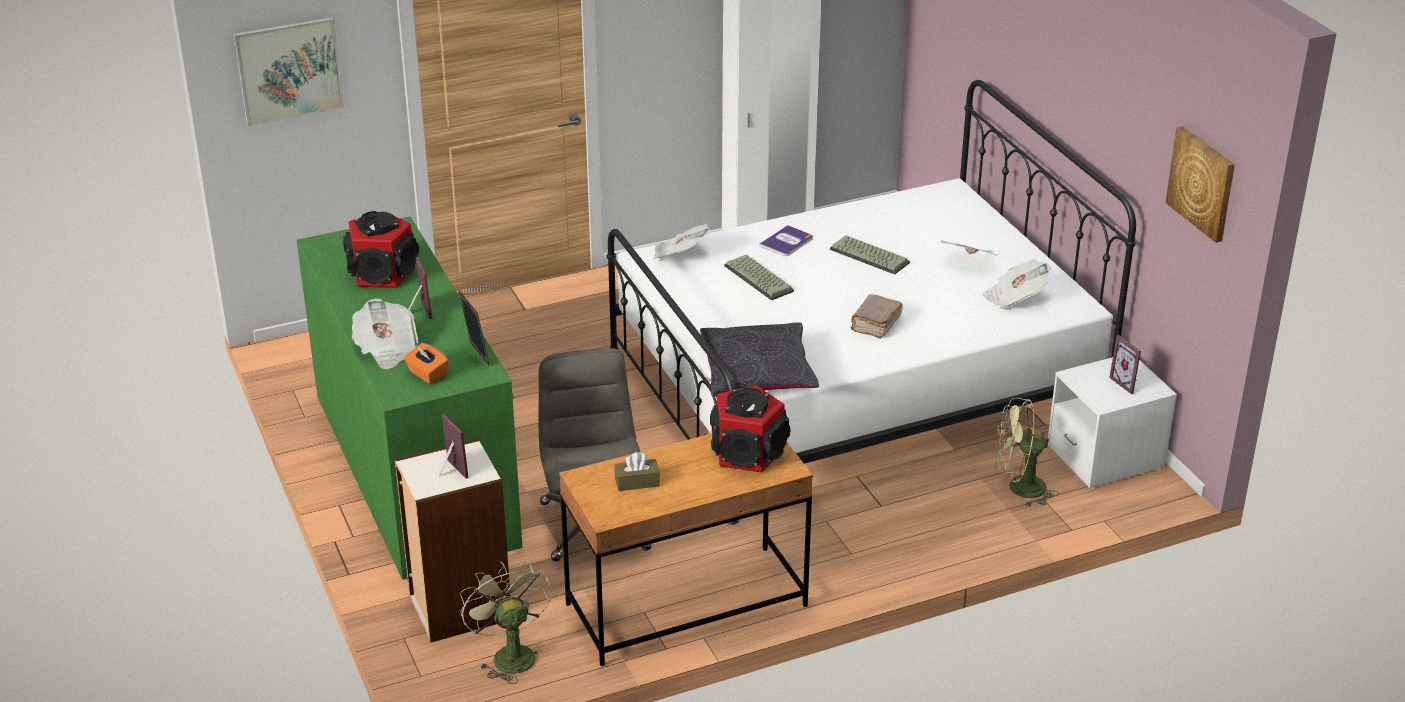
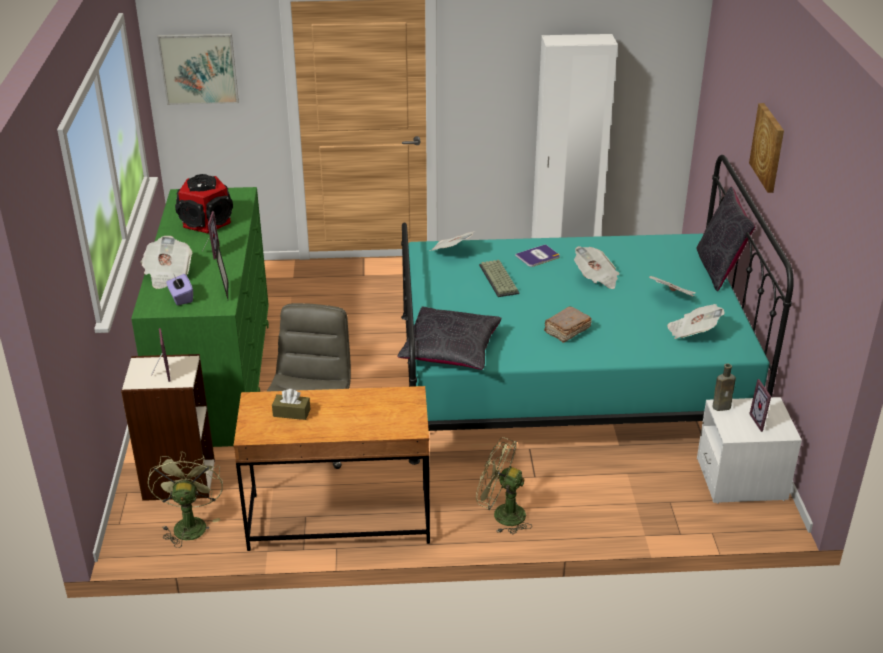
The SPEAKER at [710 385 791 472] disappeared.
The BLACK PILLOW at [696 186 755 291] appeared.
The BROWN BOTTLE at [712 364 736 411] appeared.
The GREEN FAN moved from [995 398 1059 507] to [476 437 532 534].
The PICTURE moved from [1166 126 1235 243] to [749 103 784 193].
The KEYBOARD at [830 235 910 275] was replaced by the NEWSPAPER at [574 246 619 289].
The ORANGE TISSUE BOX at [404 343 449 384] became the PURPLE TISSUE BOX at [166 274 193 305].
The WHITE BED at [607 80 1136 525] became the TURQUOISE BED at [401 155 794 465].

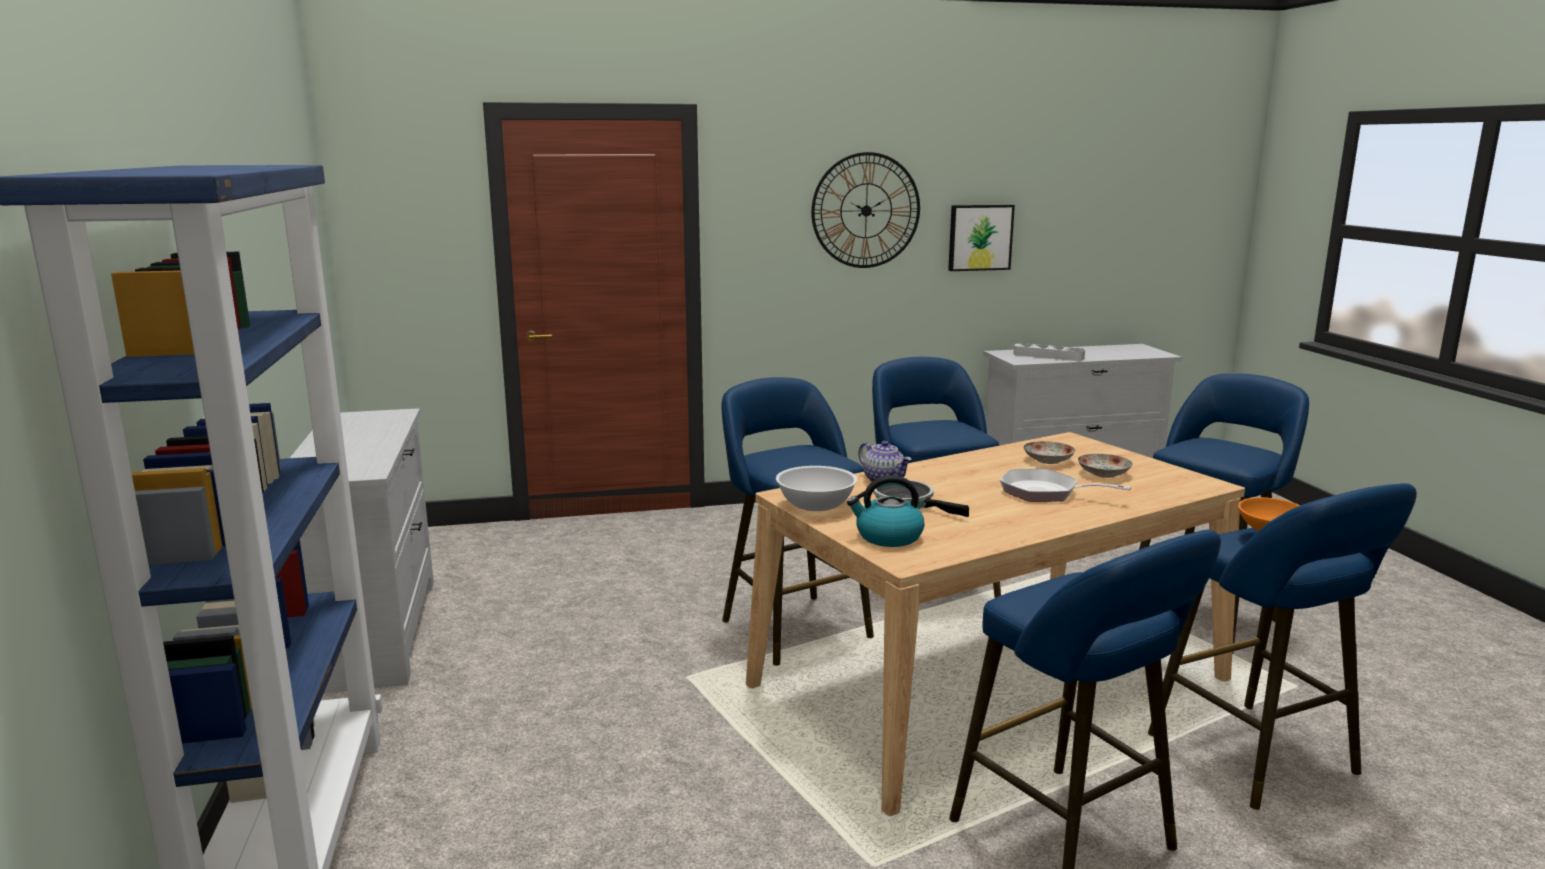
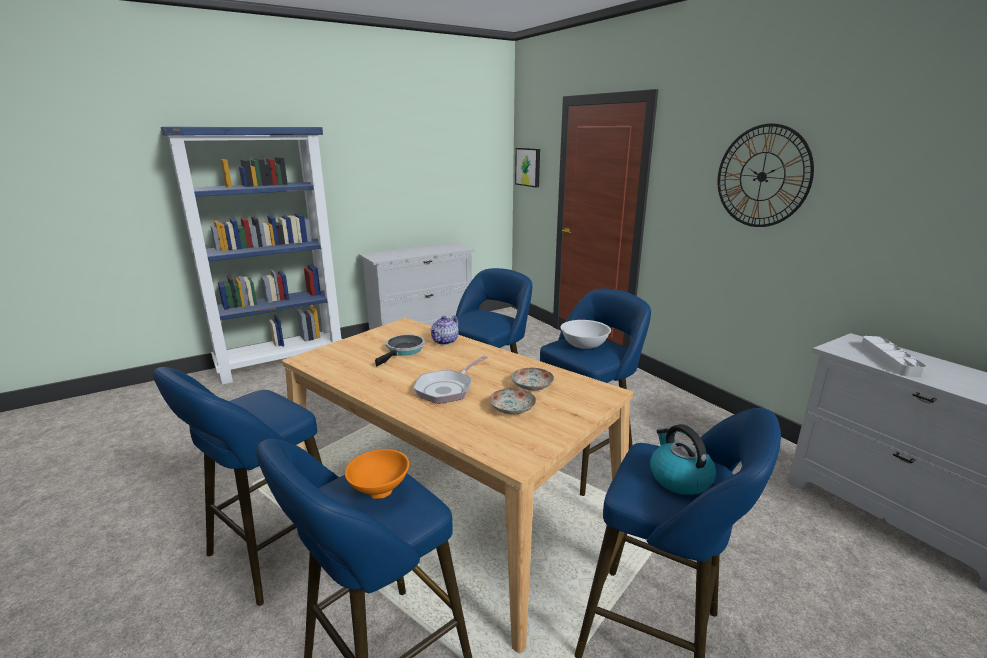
The WHITE BOWL moved from [776 466 857 511] to [560 320 611 349].
The KETTLE moved from [847 475 924 547] to [650 424 716 495].
The PICTURE moved from [948 205 1015 271] to [515 148 540 187].
The FRYING PAN at [1000 469 1131 502] turned 150 degrees counterclockwise.

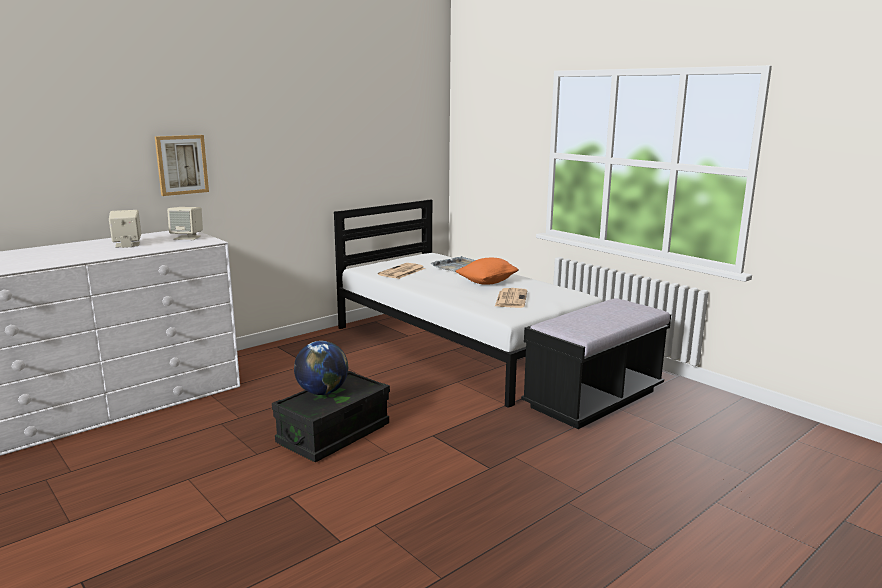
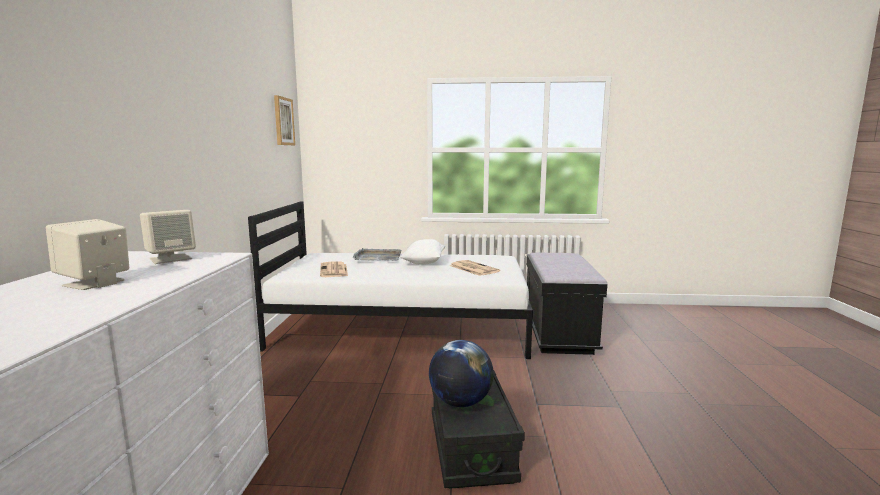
The PICTURE moved from [155 135 209 196] to [274 95 295 145].
The ORANGE PILLOW at [456 258 519 285] became the WHITE PILLOW at [400 239 445 265].

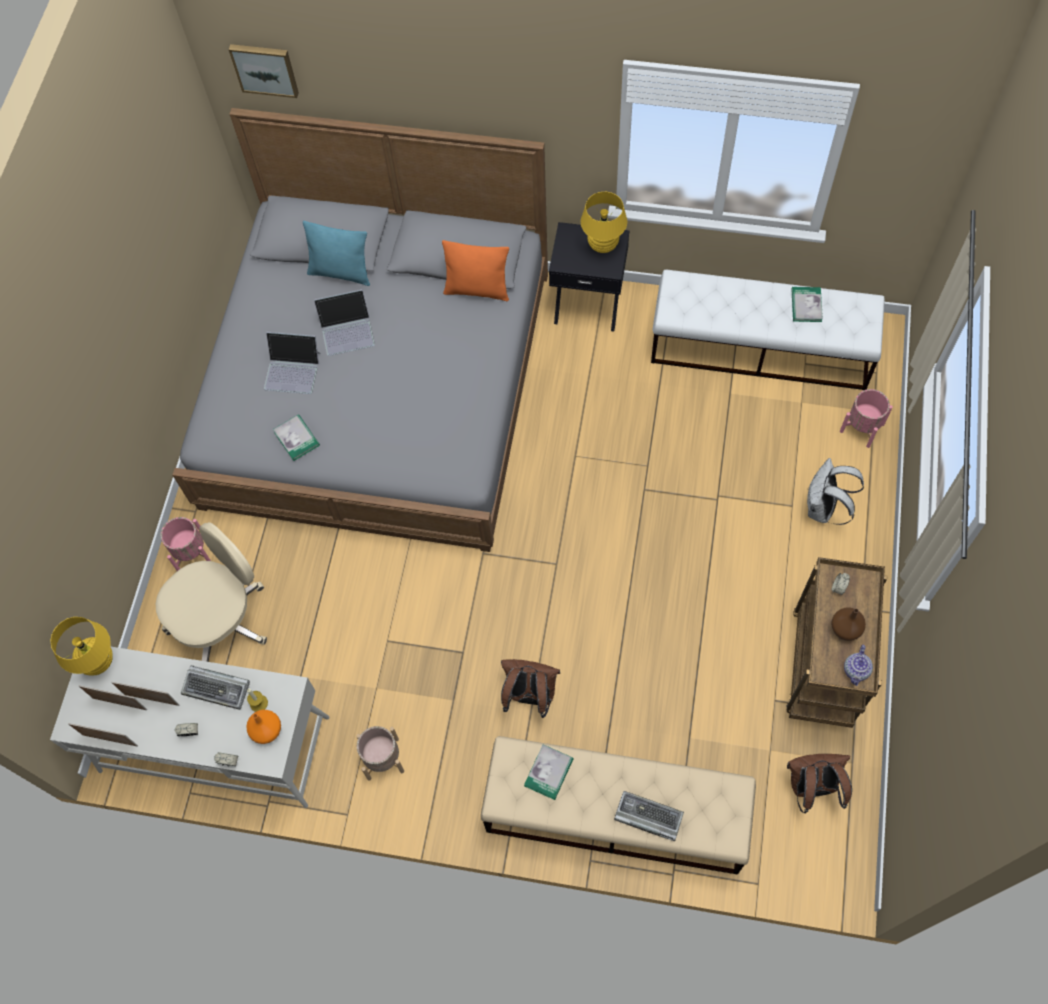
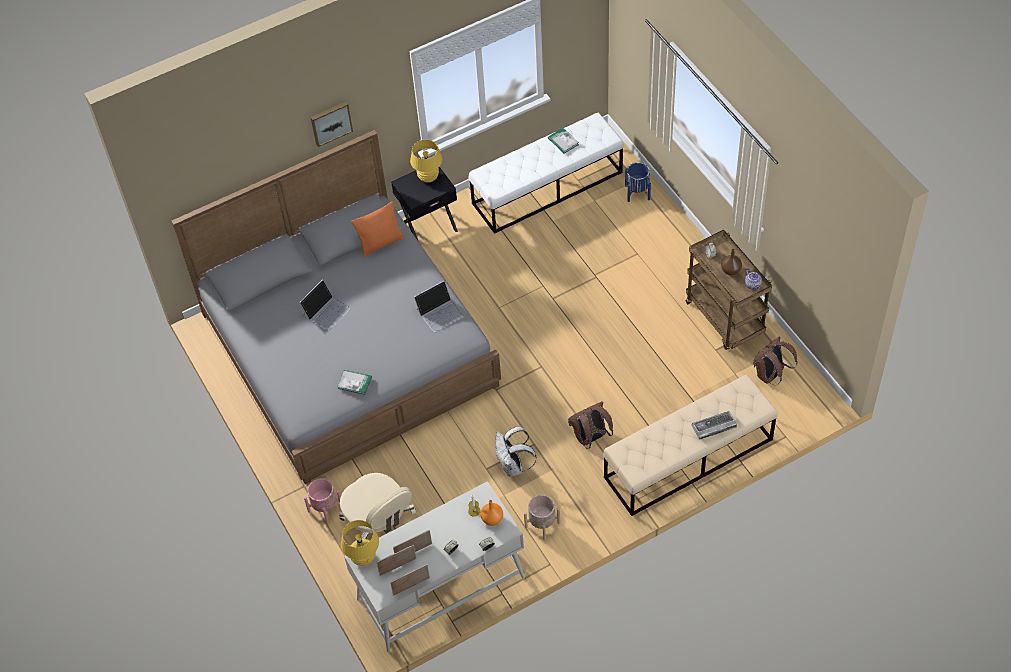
The KEYBOARD at [181 665 250 710] disappeared.
The TURQUOISE PILLOW at [303 221 370 286] disappeared.
The BOOK at [524 744 574 800] disappeared.
The PICTURE moved from [229 44 299 98] to [311 102 353 147].
The LAPTOP moved from [264 332 321 394] to [414 281 463 332].
The WHITE BACKPACK moved from [807 458 864 525] to [495 426 537 477].
The PINK PLANTER at [840 389 893 448] became the BLUE PLANTER at [625 162 651 202].
The BEIGE OFFICE CHAIR at [156 522 267 662] turned 135 degrees clockwise.

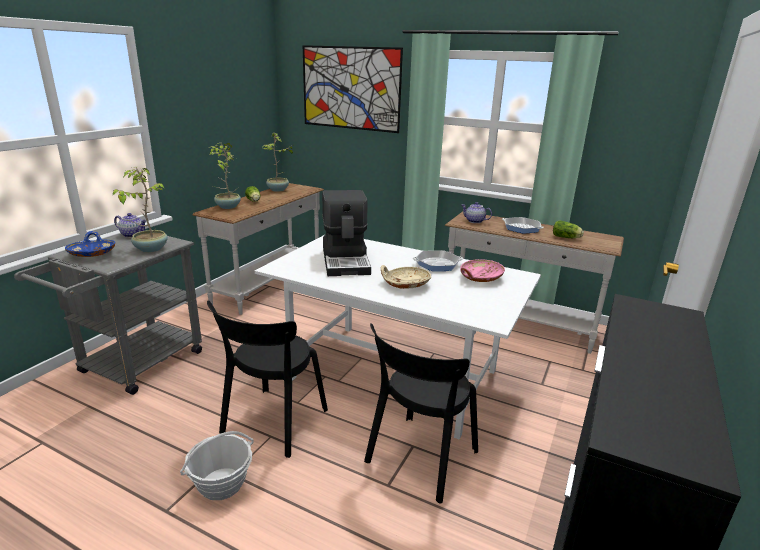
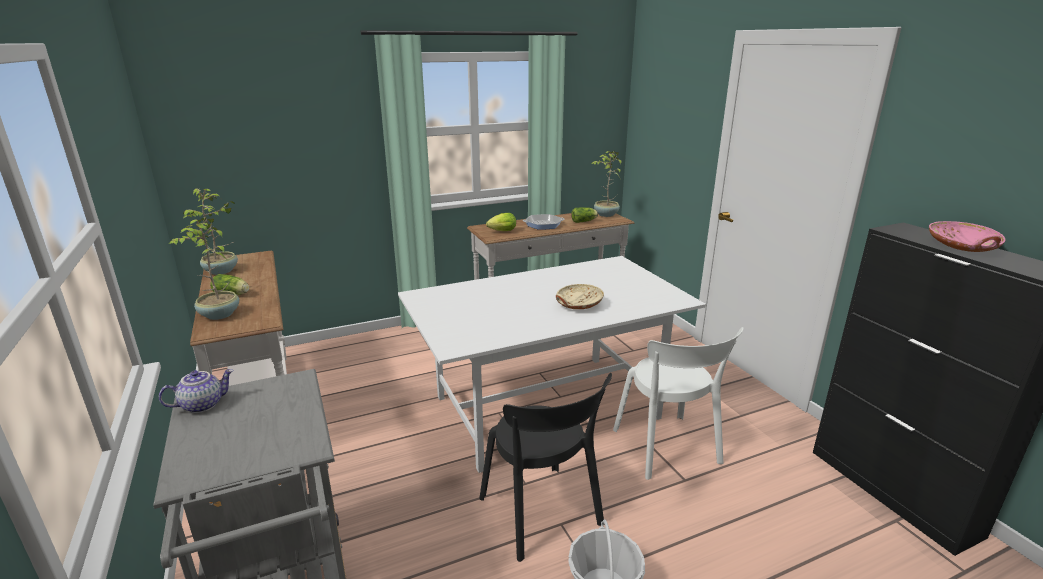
The BLUE BOWL at [65 231 115 257] disappeared.
The PICTURE at [303 45 403 133] disappeared.
The COFFEE MACHINE at [322 190 371 276] disappeared.
The FRYING PAN at [413 250 463 271] disappeared.
The POTTED PLANT moved from [113 167 168 252] to [591 151 621 217].
The PINK BOWL moved from [460 259 505 282] to [929 221 1006 252].
The TEAPOT at [462 202 492 223] was replaced by the LETTUCE at [486 213 516 231].
The BLACK CHAIR at [364 323 478 504] became the WHITE CHAIR at [613 327 744 480].

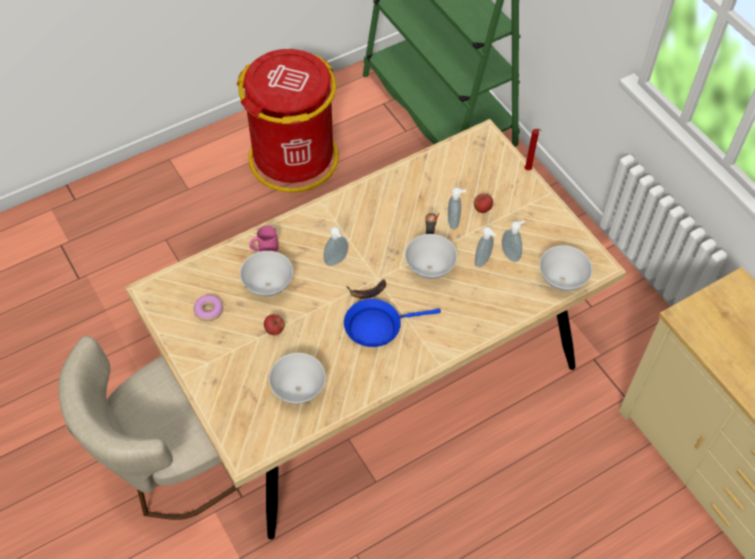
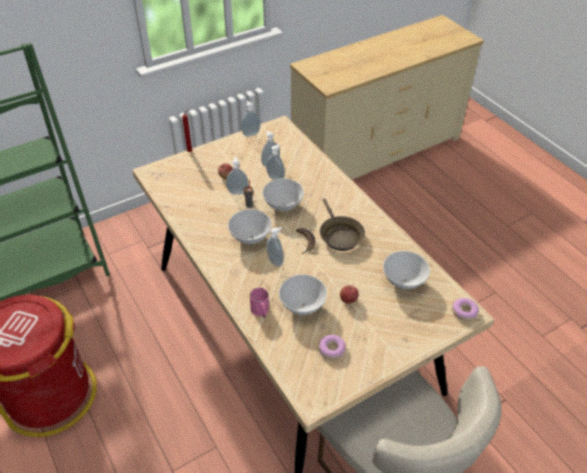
The SOAP DISPENSER at [241 101 260 137] appeared.
The DONUT at [452 298 479 321] appeared.
The WHITE BOWL moved from [540 245 592 291] to [228 209 272 244].
The BLUE FRYING PAN at [344 299 441 347] became the BROWN FRYING PAN at [320 198 365 251].

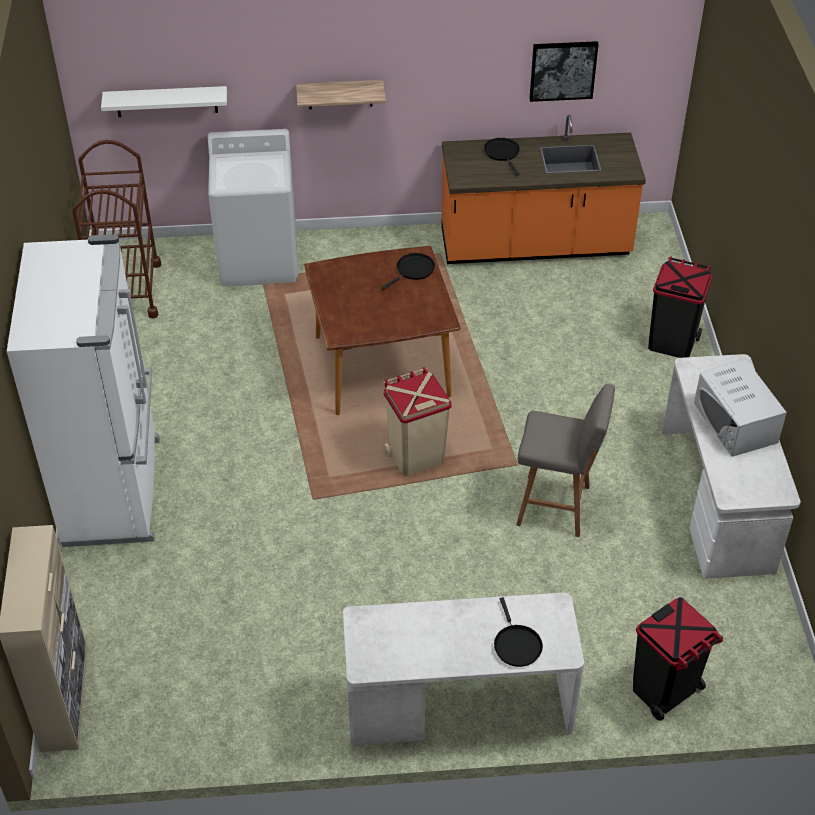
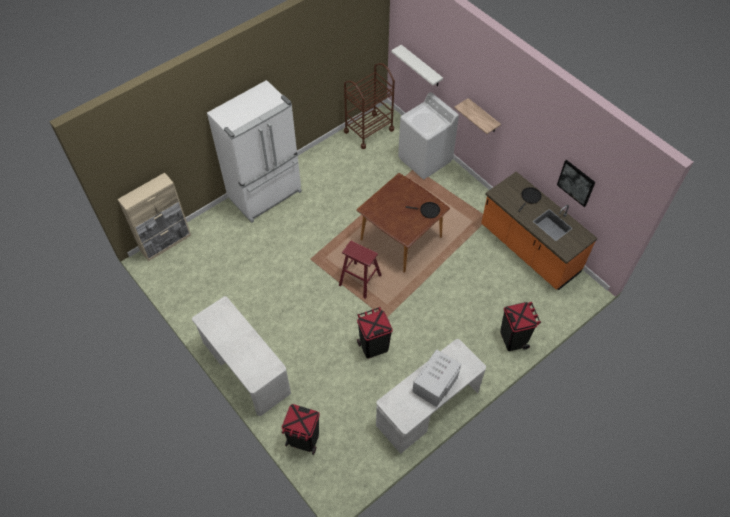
The BLACK FRYING PAN at [494 597 543 667] disappeared.
The BEIGE TRASH CAN at [383 367 452 476] was replaced by the RED STOOL at [339 240 382 299].
The GREY STOOL at [516 384 615 537] was replaced by the BLACK TRASH CAN at [357 307 393 358].

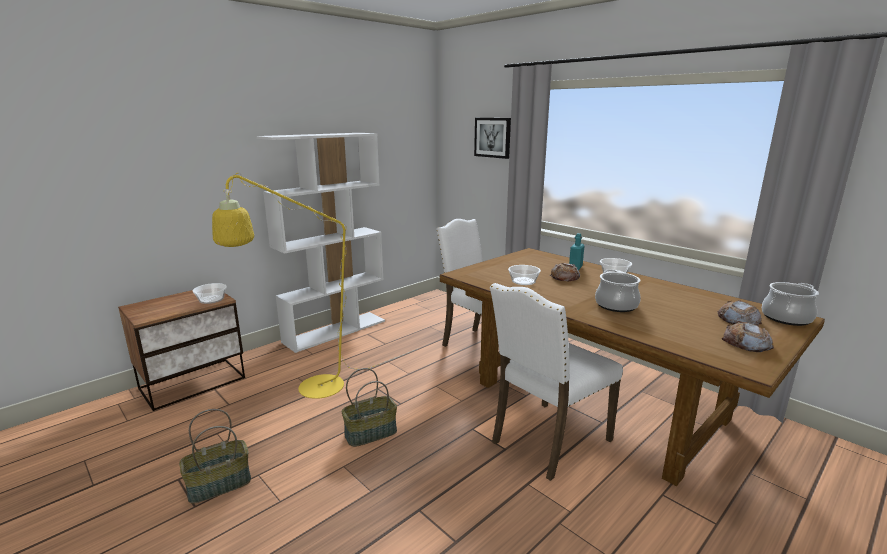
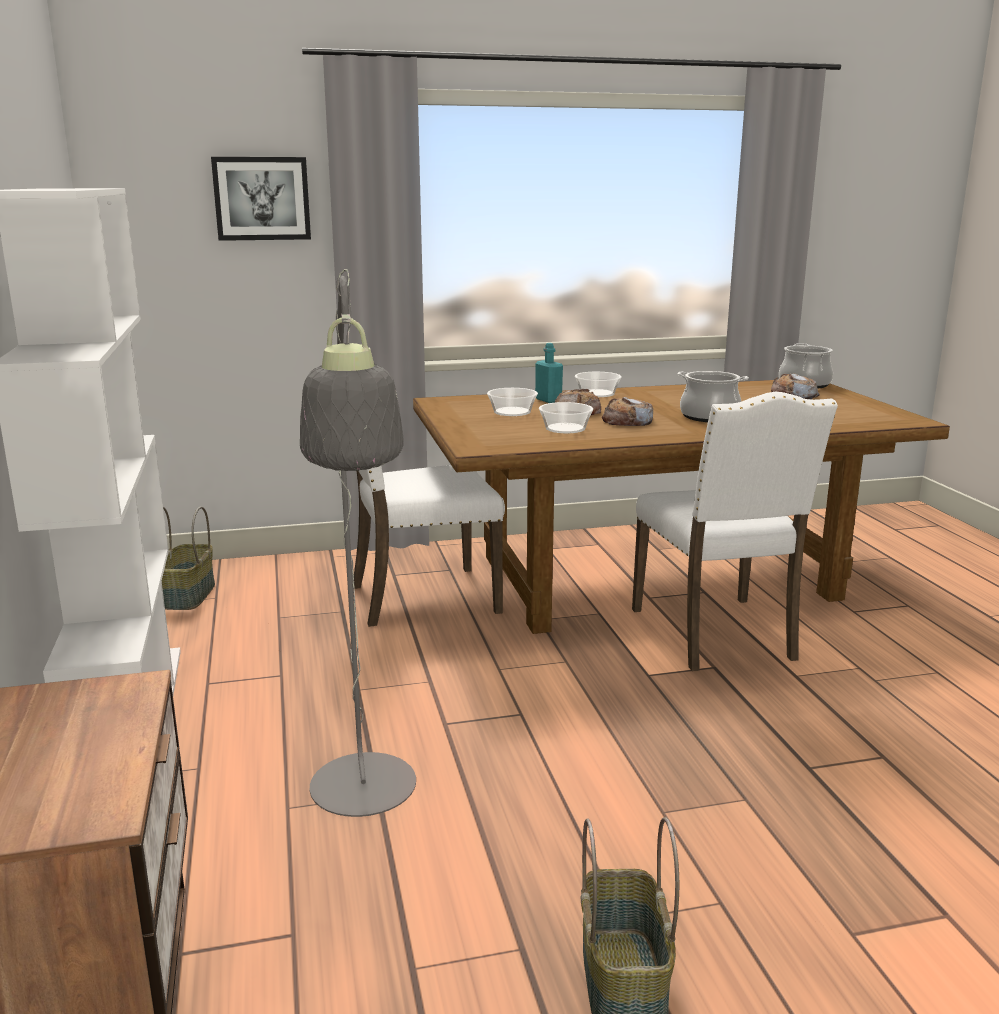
The BOWL moved from [193 283 227 304] to [487 388 538 416].
The BASKET moved from [341 368 397 447] to [162 506 215 610].
The BREAD moved from [722 321 774 352] to [602 397 653 426].
The YELLOW FLOOR LAMP at [212 173 417 399] became the GREY FLOOR LAMP at [300 269 416 817].

